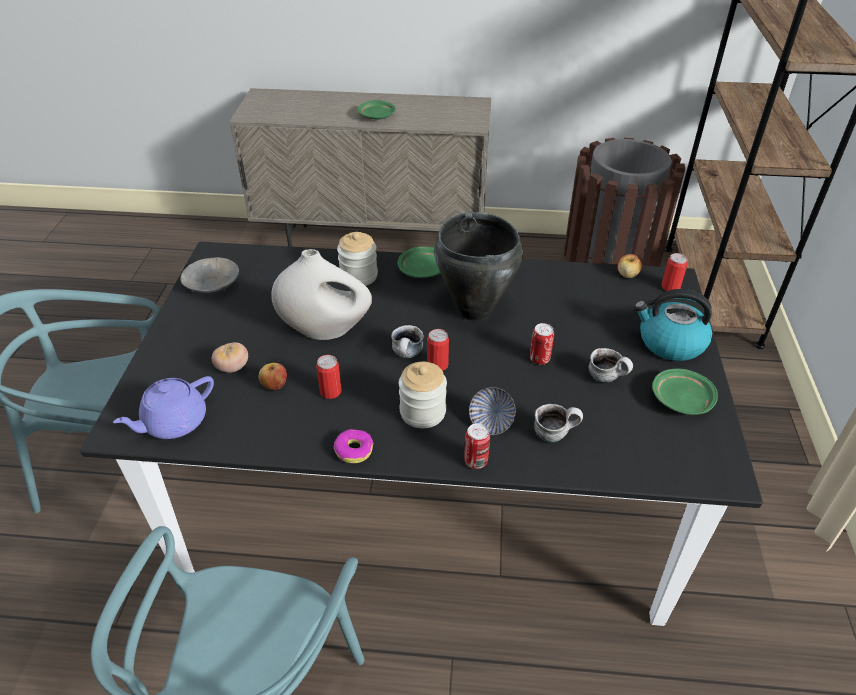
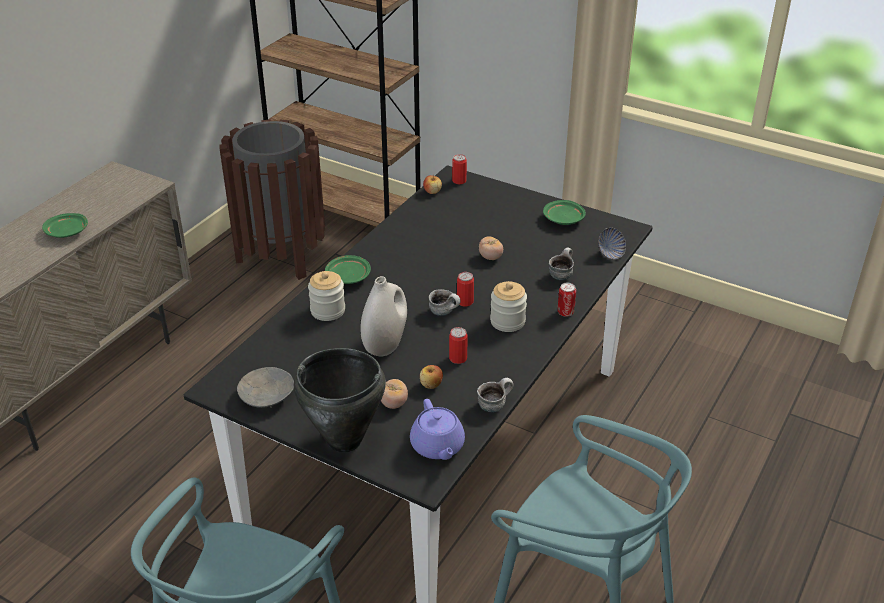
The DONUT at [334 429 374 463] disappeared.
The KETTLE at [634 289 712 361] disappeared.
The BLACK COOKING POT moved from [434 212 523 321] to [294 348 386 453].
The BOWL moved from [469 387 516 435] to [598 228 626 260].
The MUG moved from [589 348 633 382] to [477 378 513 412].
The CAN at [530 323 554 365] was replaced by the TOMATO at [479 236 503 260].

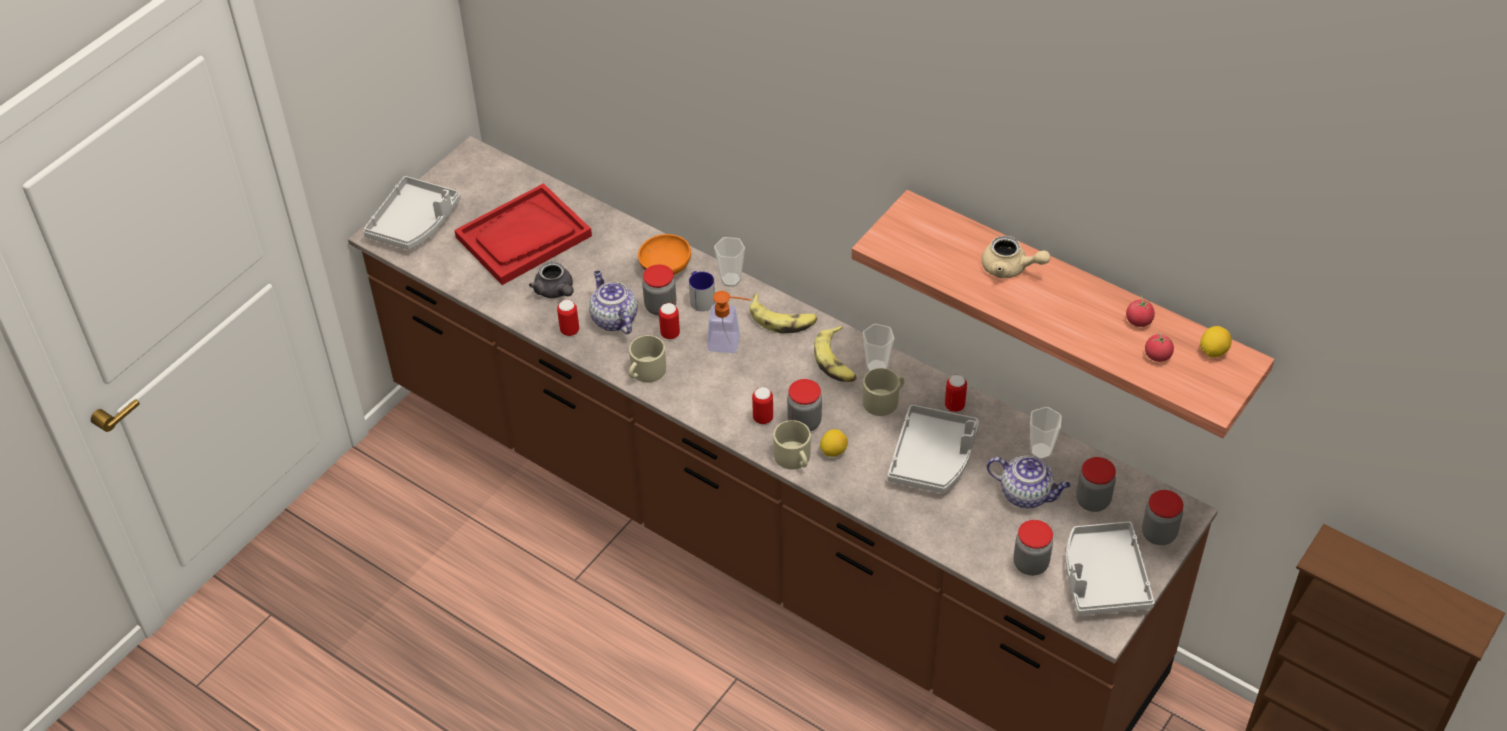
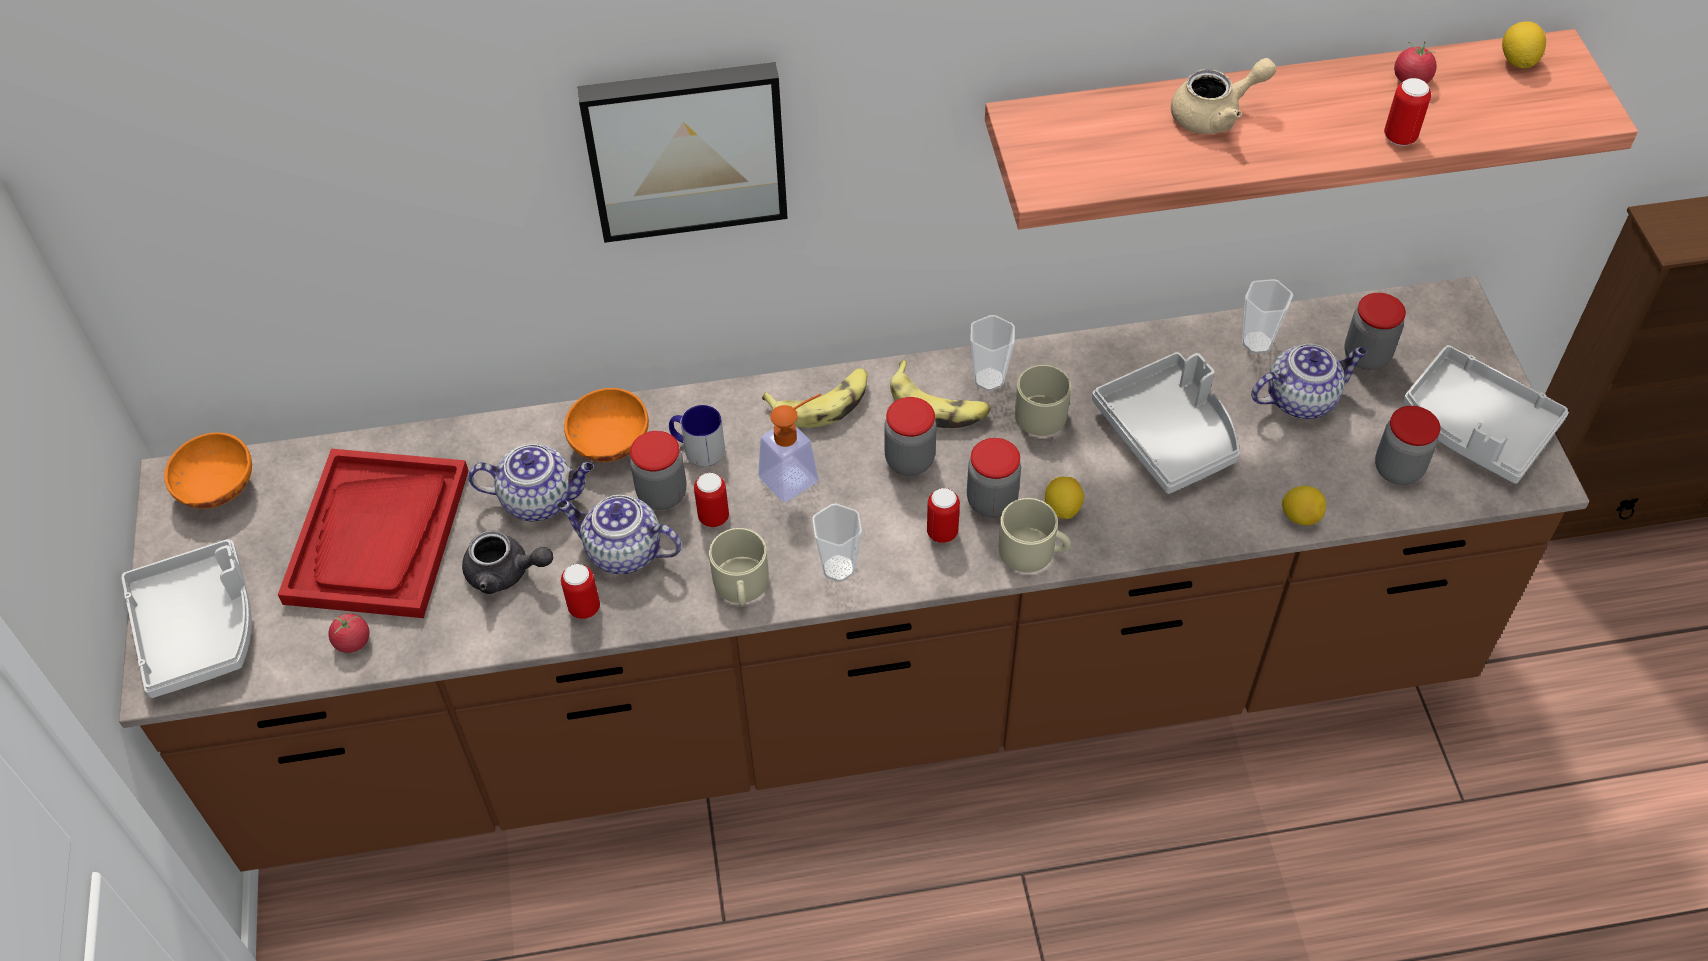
The ORANGE BOWL at [164 432 252 509] appeared.
The TEAPOT at [468 444 594 521] appeared.
The PICTURE at [577 62 788 243] appeared.
The LEMON at [1282 486 1326 525] appeared.
The CUP moved from [714 237 745 287] to [812 504 862 582].
The CAN moved from [945 375 967 412] to [1384 78 1431 146].
The JAR moved from [1142 490 1183 545] to [885 397 936 476].
The TOMATO moved from [1145 332 1174 362] to [328 614 370 653].

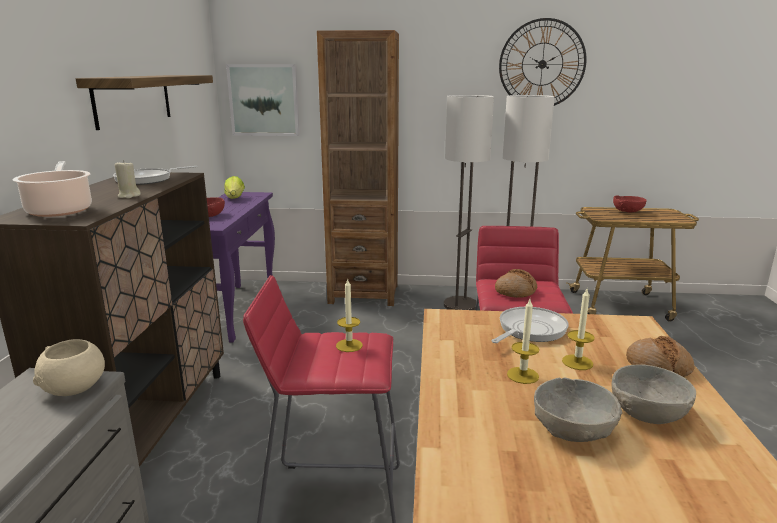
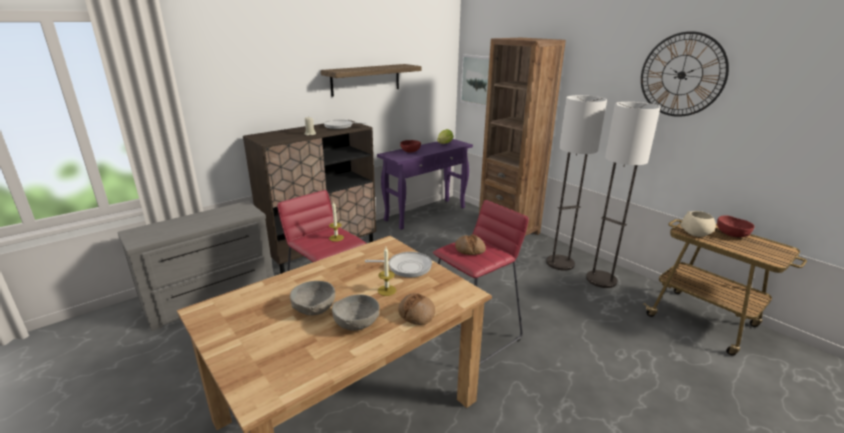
The COOKING POT at [13 161 92 217] disappeared.
The CANDLE at [507 299 539 384] disappeared.
The BEIGE BOWL moved from [33 339 105 396] to [680 211 716 237].

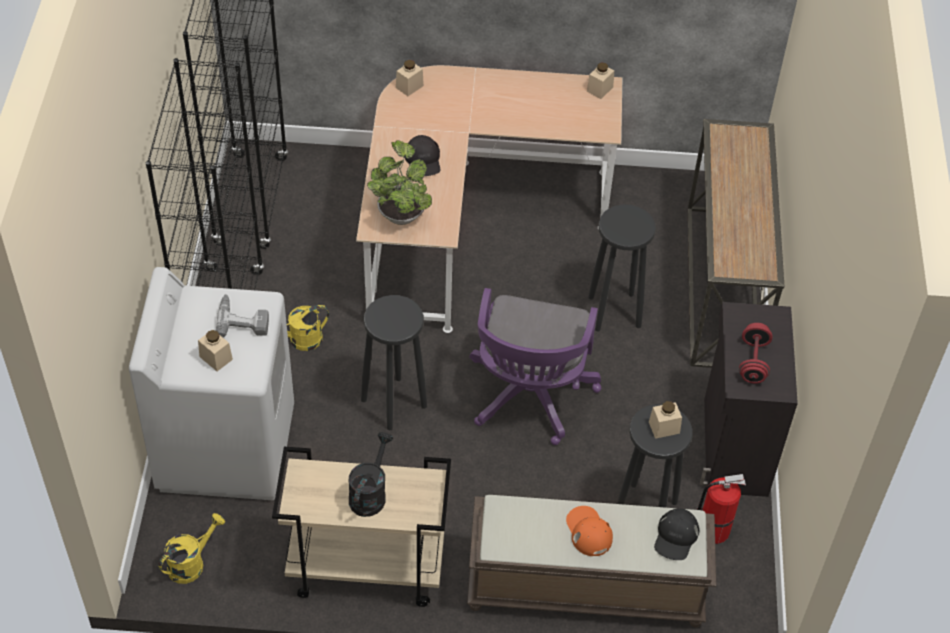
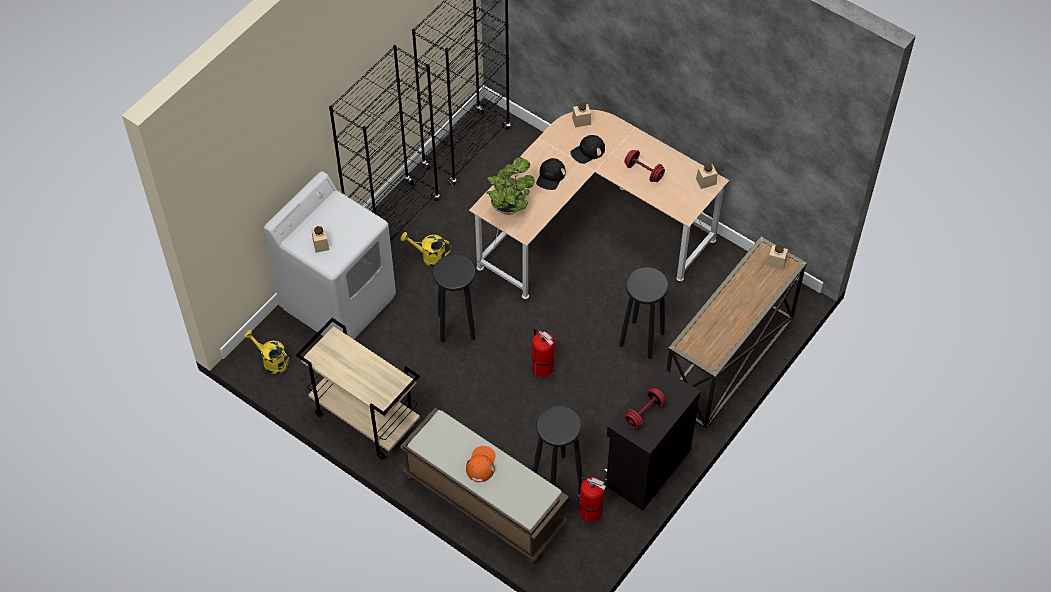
The POWER DRILL at [216 294 269 337] disappeared.
The BLACK WATERING CAN at [349 432 393 517] disappeared.
The RED DUMBBELL at [624 150 665 182] appeared.
The BEIGE JAR moved from [649 401 682 439] to [766 245 788 270].
The BLACK CAP moved from [654 508 699 560] to [571 135 605 164].
The PURPLE OFFICE CHAIR at [469 288 601 445] was replaced by the FIRE EXTINGUISHER at [532 328 555 377].
The YELLOW WATERING CAN at [158 513 225 584] turned 135 degrees counterclockwise.

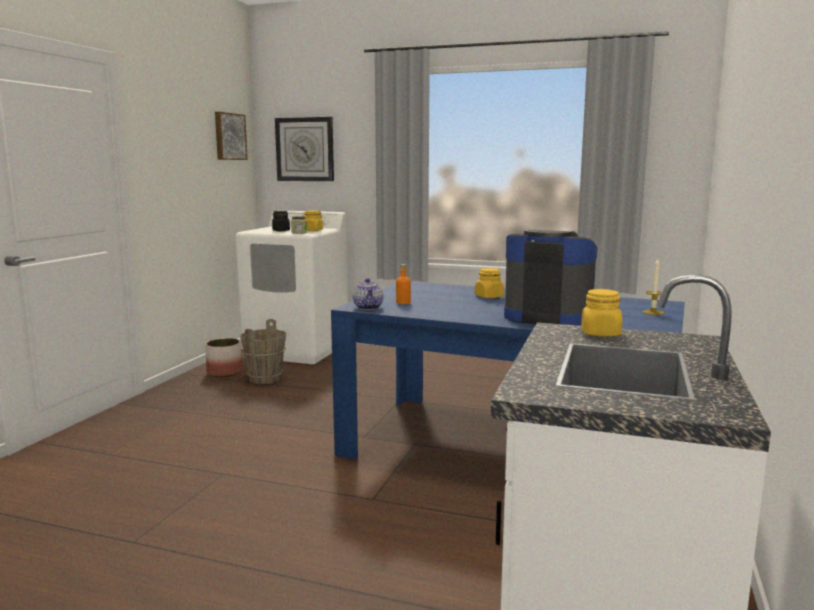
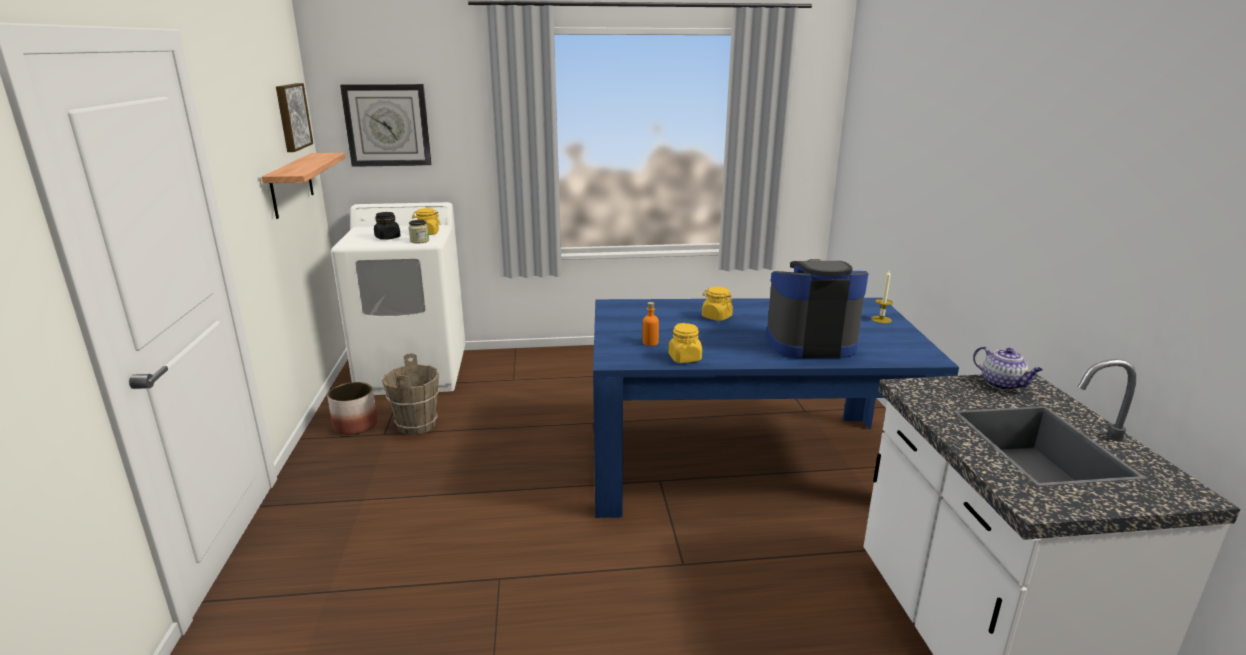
The SHELF at [262 153 346 219] appeared.
The TEAPOT moved from [353 278 383 310] to [973 346 1043 390].
The YELLOW JAR moved from [581 289 622 337] to [668 323 702 363].

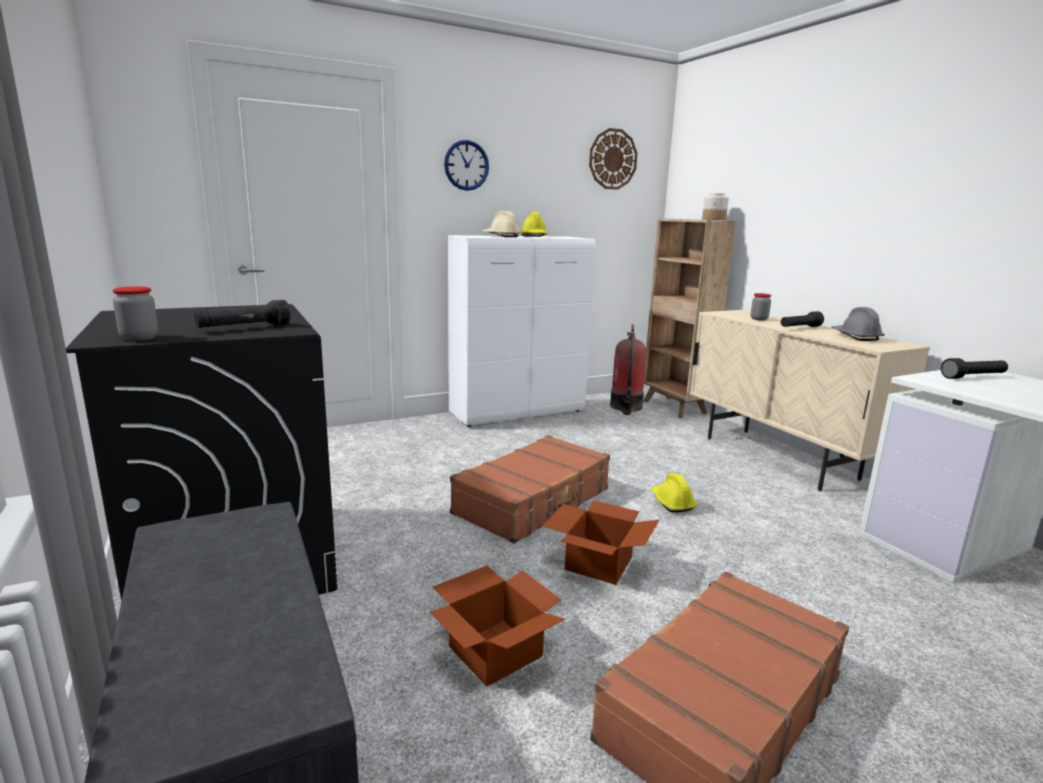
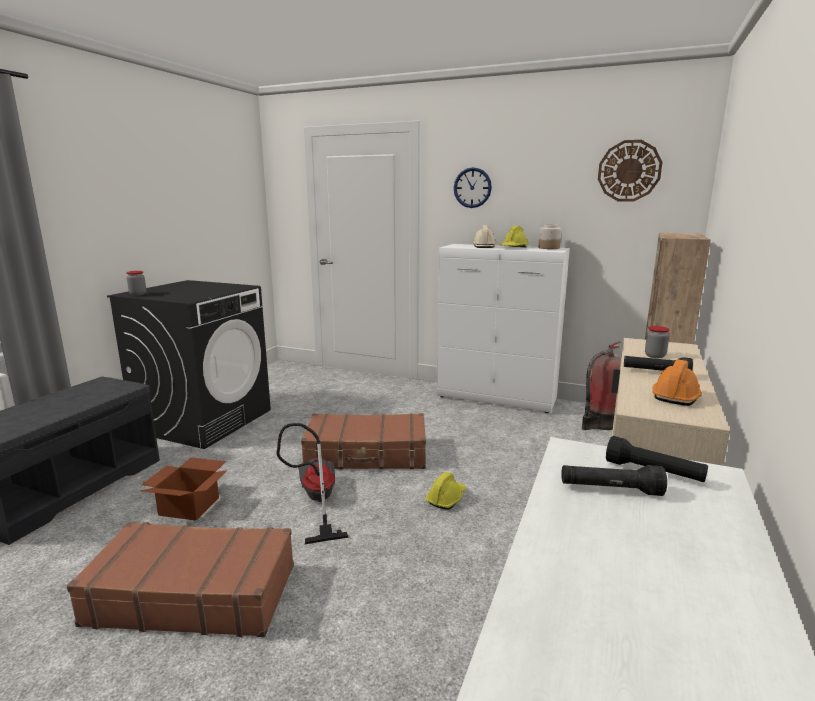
The BLACK FLASHLIGHT moved from [194 300 290 328] to [561 465 667 496].
The JAR moved from [702 193 729 220] to [538 224 561 249].
The CARDBOARD BOX at [543 500 659 585] was replaced by the VACUUM CLEANER at [276 423 349 544].
The GREY HARD HAT at [831 307 885 341] became the ORANGE HARD HAT at [652 359 702 406].

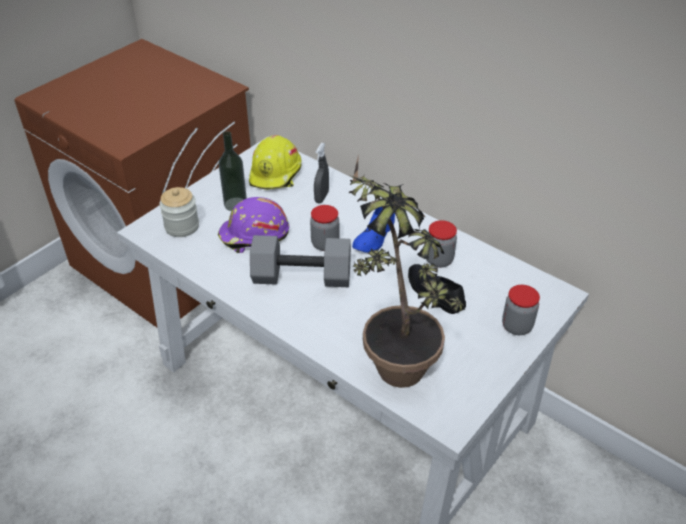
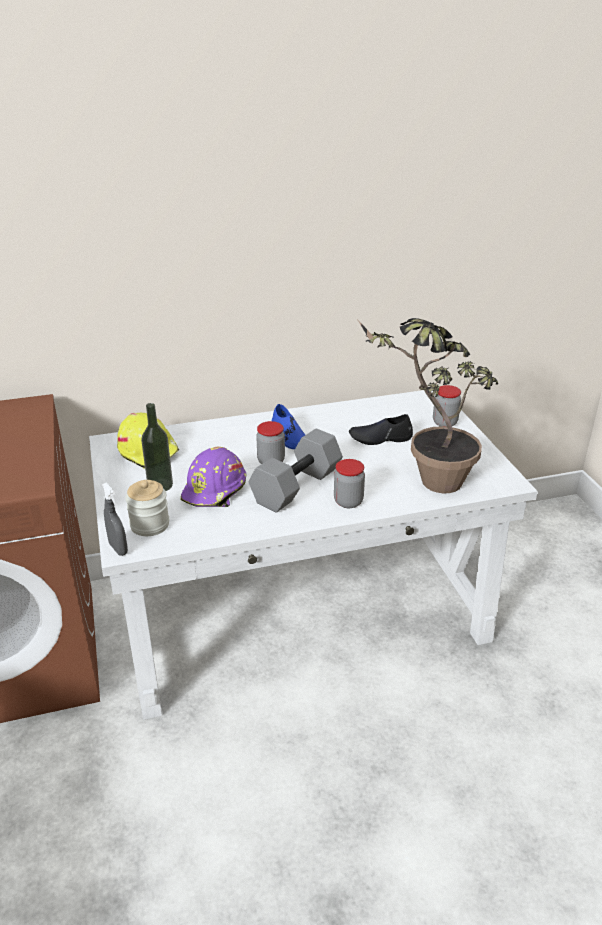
The GREY SPRAY BOTTLE moved from [314 143 329 203] to [102 483 128 556].
The JAR moved from [426 220 457 268] to [334 459 365 508].

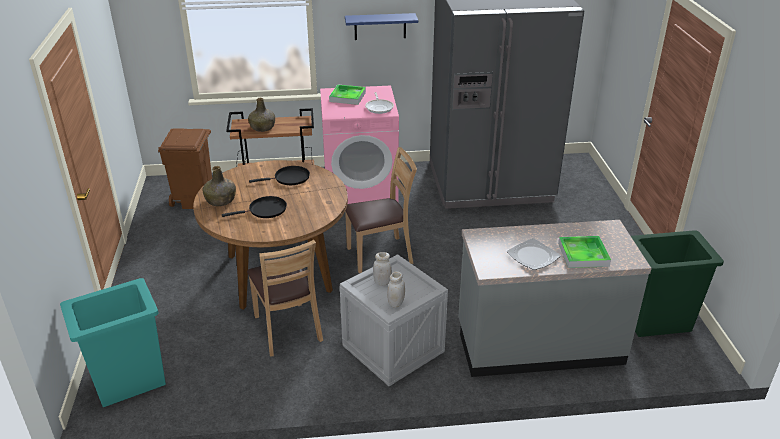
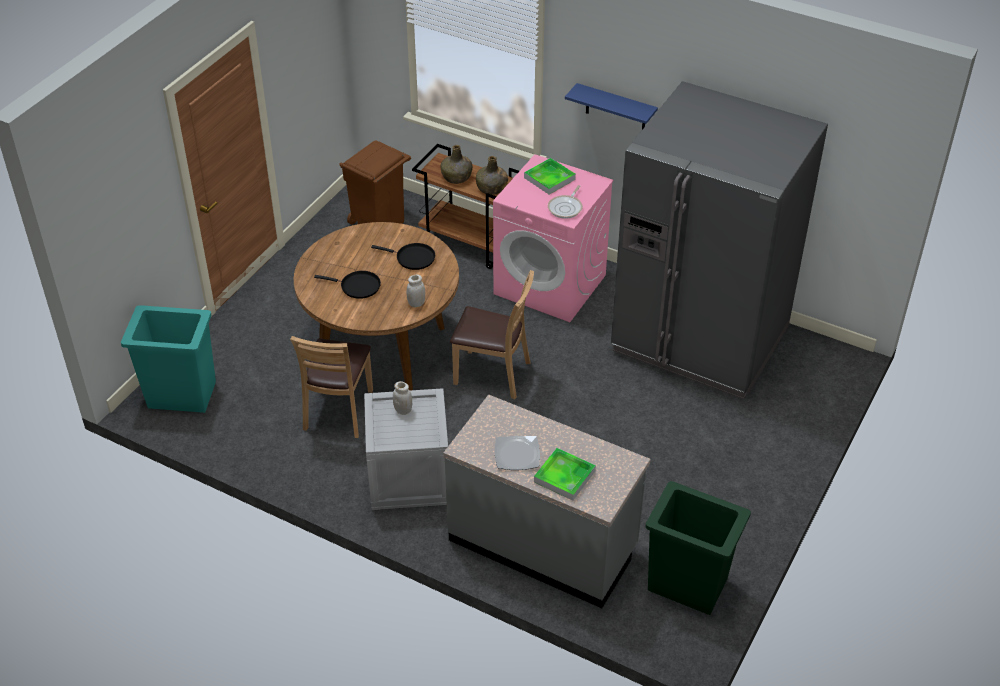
The GREEN BOTTLE moved from [203 166 236 206] to [476 156 508 195].
The WHITE JAR moved from [387 271 405 308] to [407 274 425 307].

